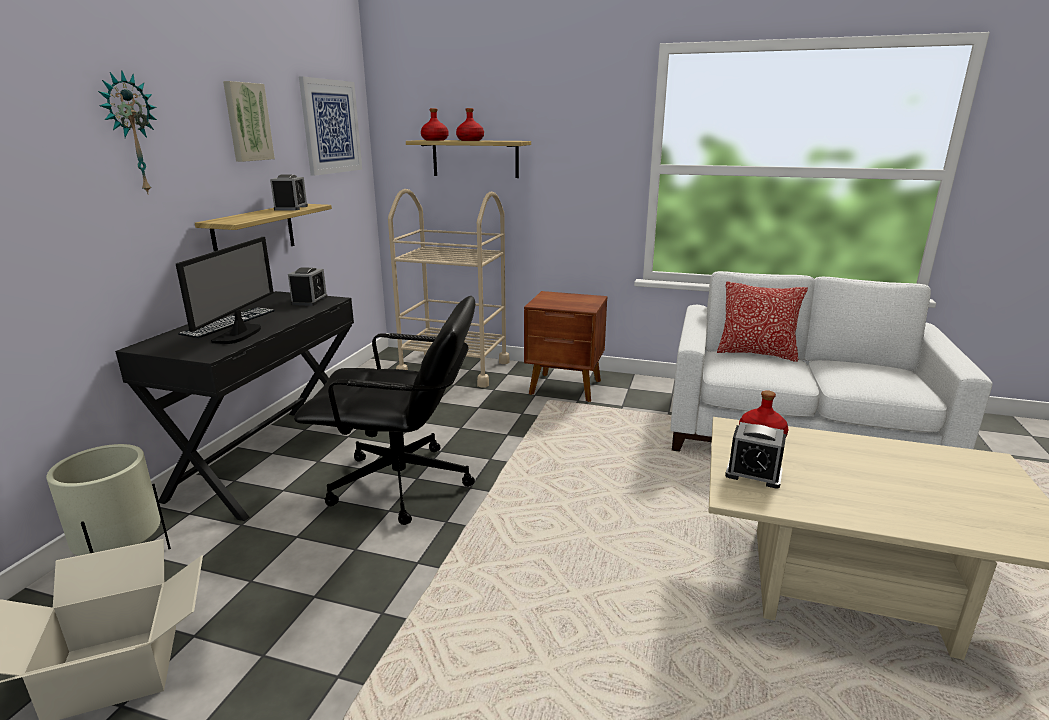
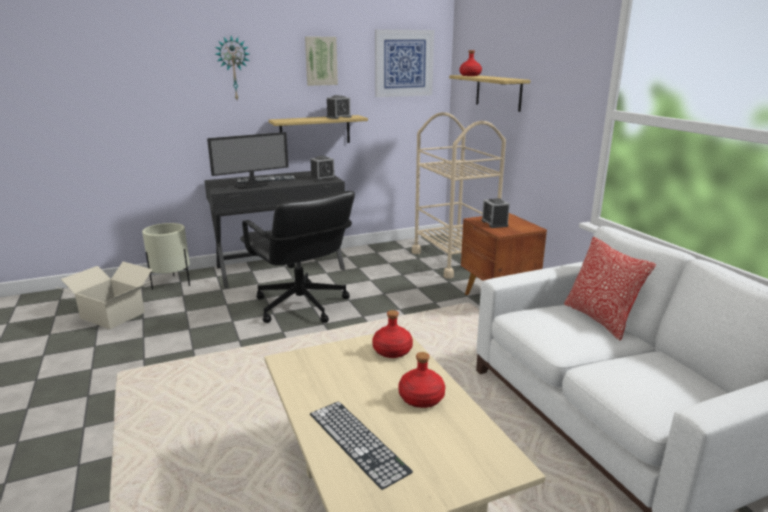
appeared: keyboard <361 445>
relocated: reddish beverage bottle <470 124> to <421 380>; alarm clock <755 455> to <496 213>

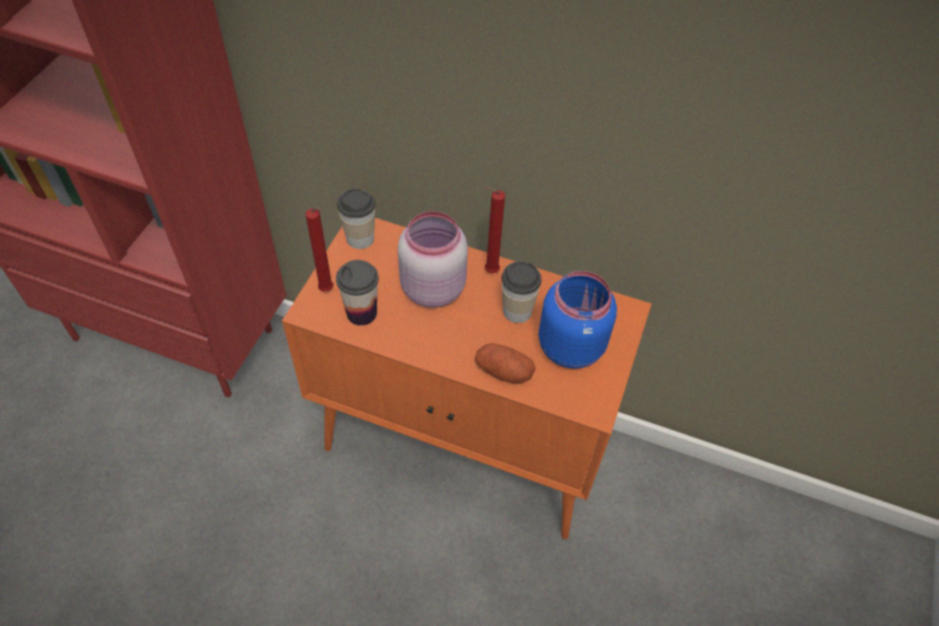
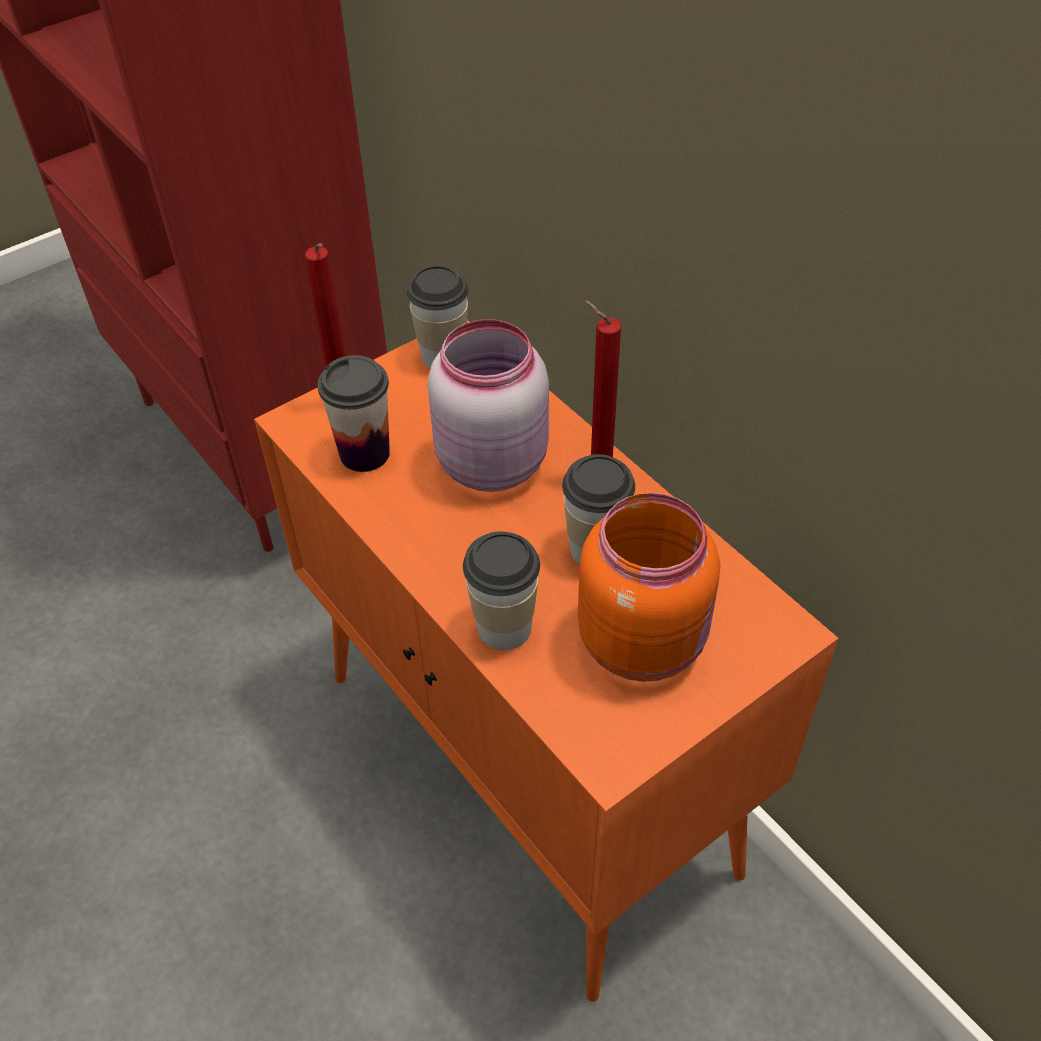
exchanged: potato <505 363> to small cup <501 591>
colour: bluish jar <577 320> to orangey jar <649 587>

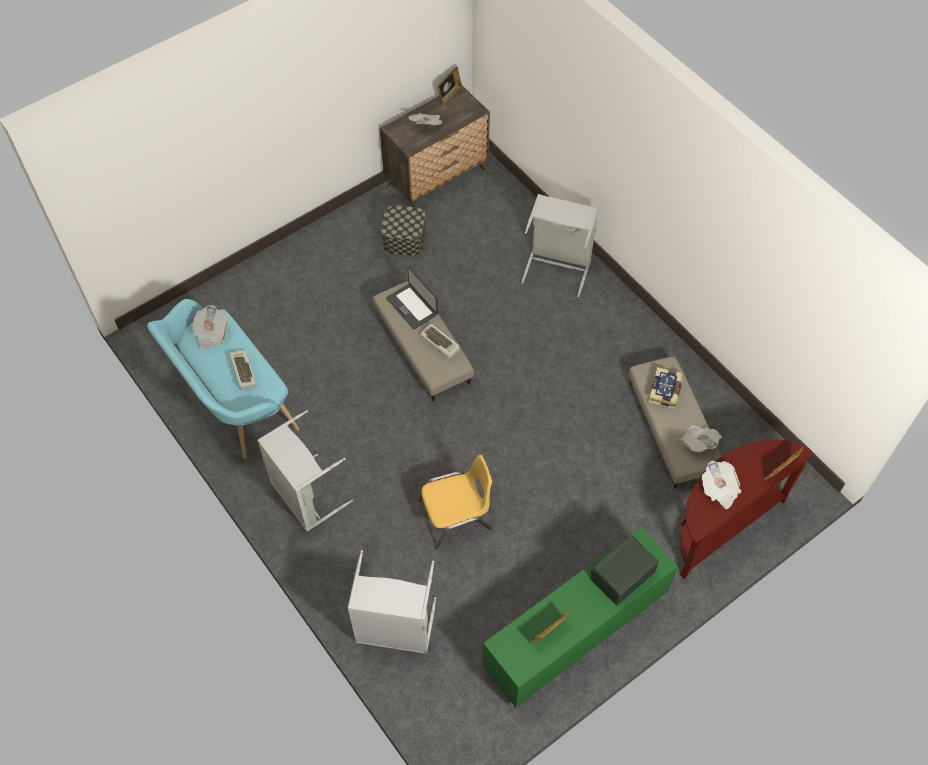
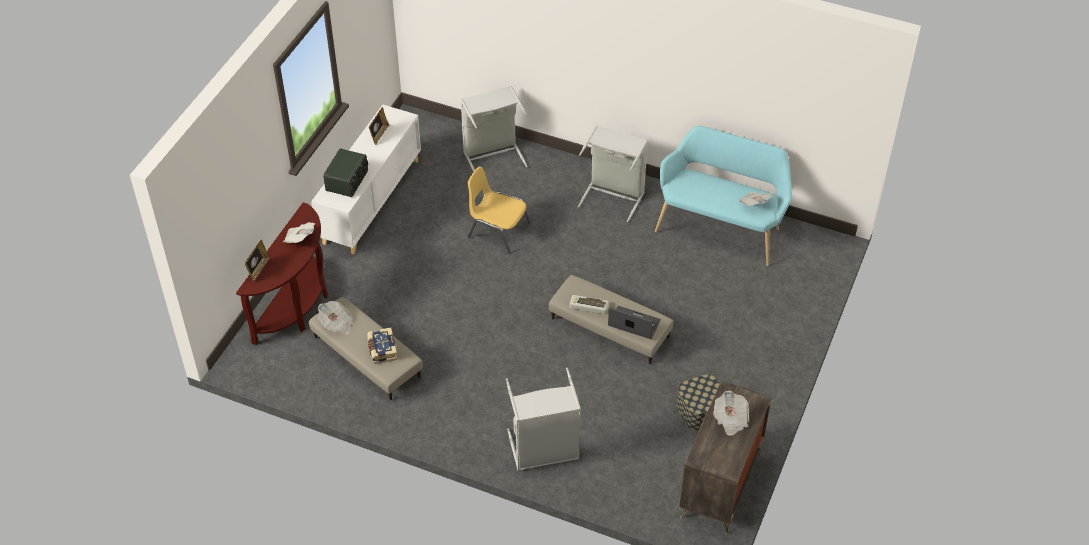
missing: keyboard <243 370>; picture frame <450 86>
colour: green-coloured cabinet <580 617> to white-coloured cabinet <366 179>
spun: yellowish chair <455 502> = <499 210> 75 degrees clockwise

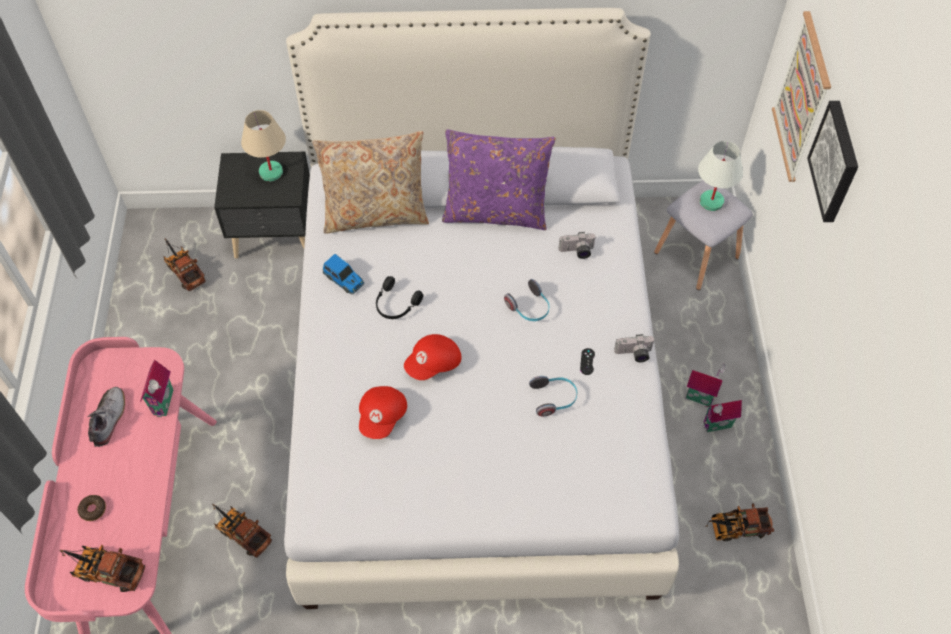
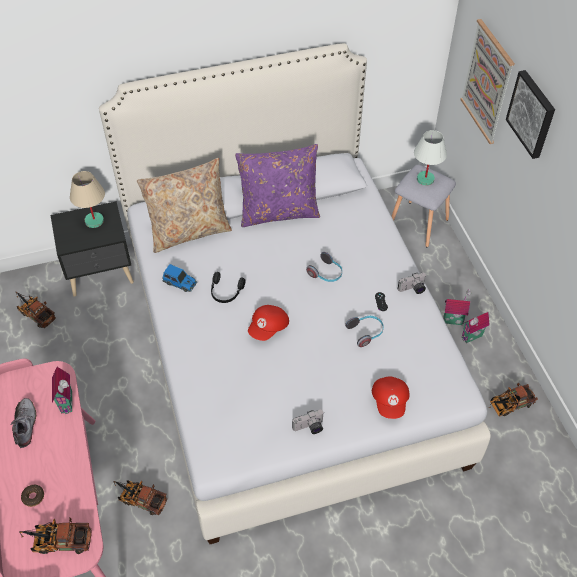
relocated: reddish baseball cap <383 412> to <391 398>; still camera <577 245> to <308 422>

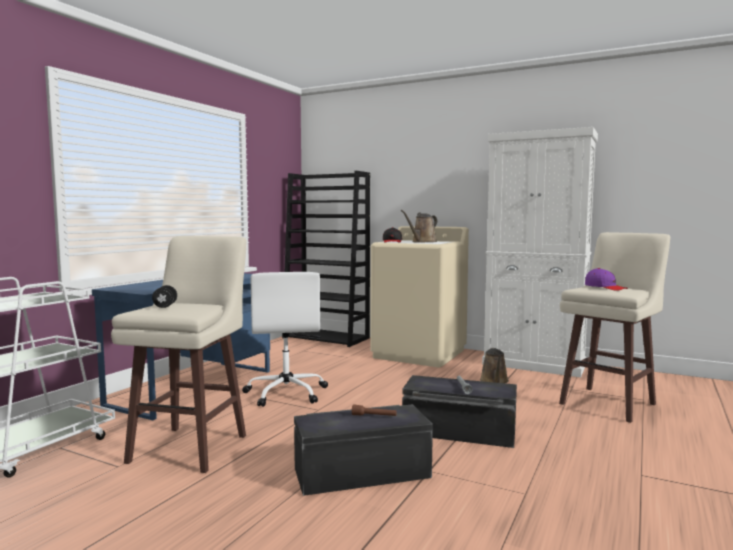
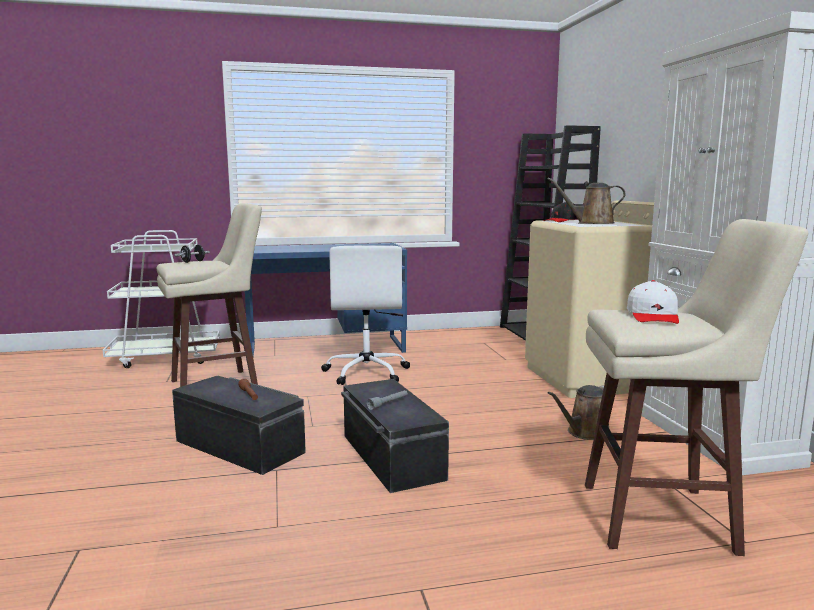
colour: purple baseball cap <606 279> to white-coloured baseball cap <653 302>
spun: white-coloured computer chair <285 339> = <365 315> 45 degrees counterclockwise

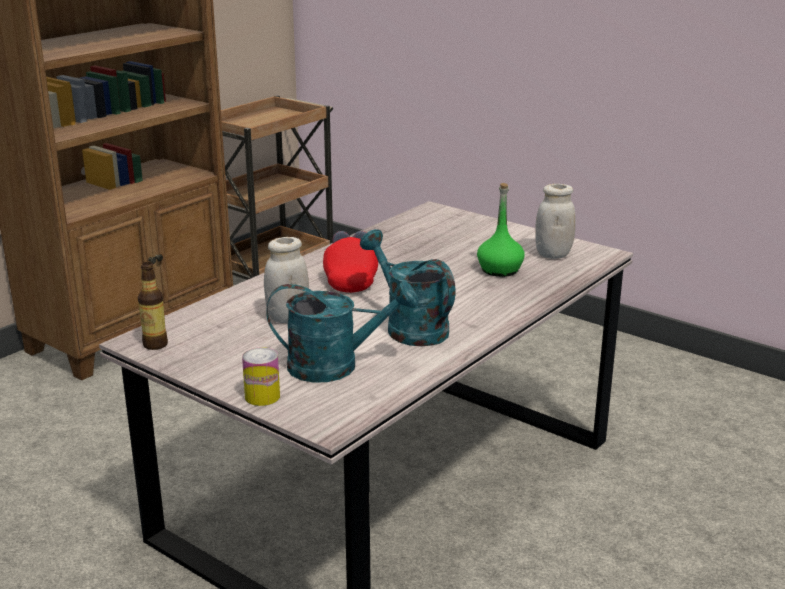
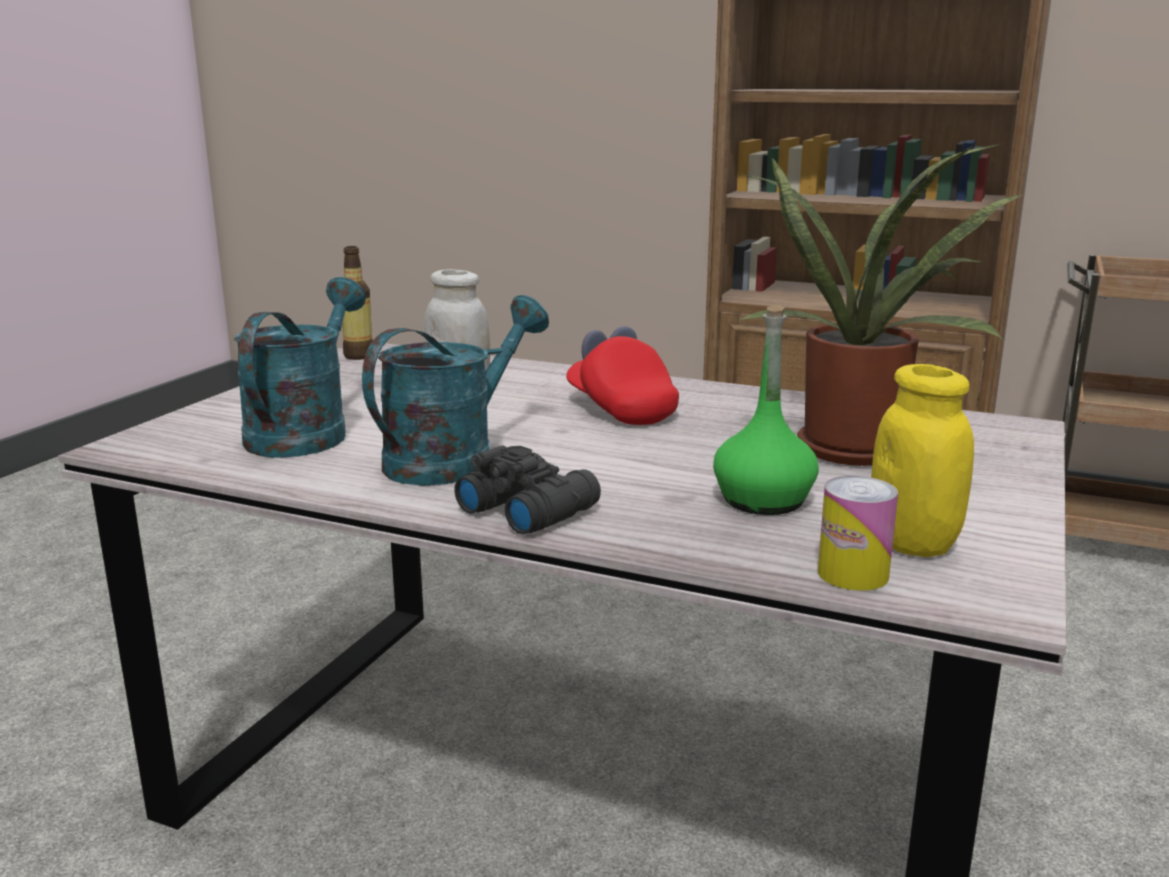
appeared: blackish pair of binoculars <527 489>; houseplant <880 304>
relocated: can <261 376> to <858 533>
colour: white-coloured jar <555 221> to yellowish jar <922 460>
spun: blue-green sprinkling can <342 332> = <300 367> 150 degrees counterclockwise; reddish baseball cap <350 262> = <622 375> 105 degrees counterclockwise

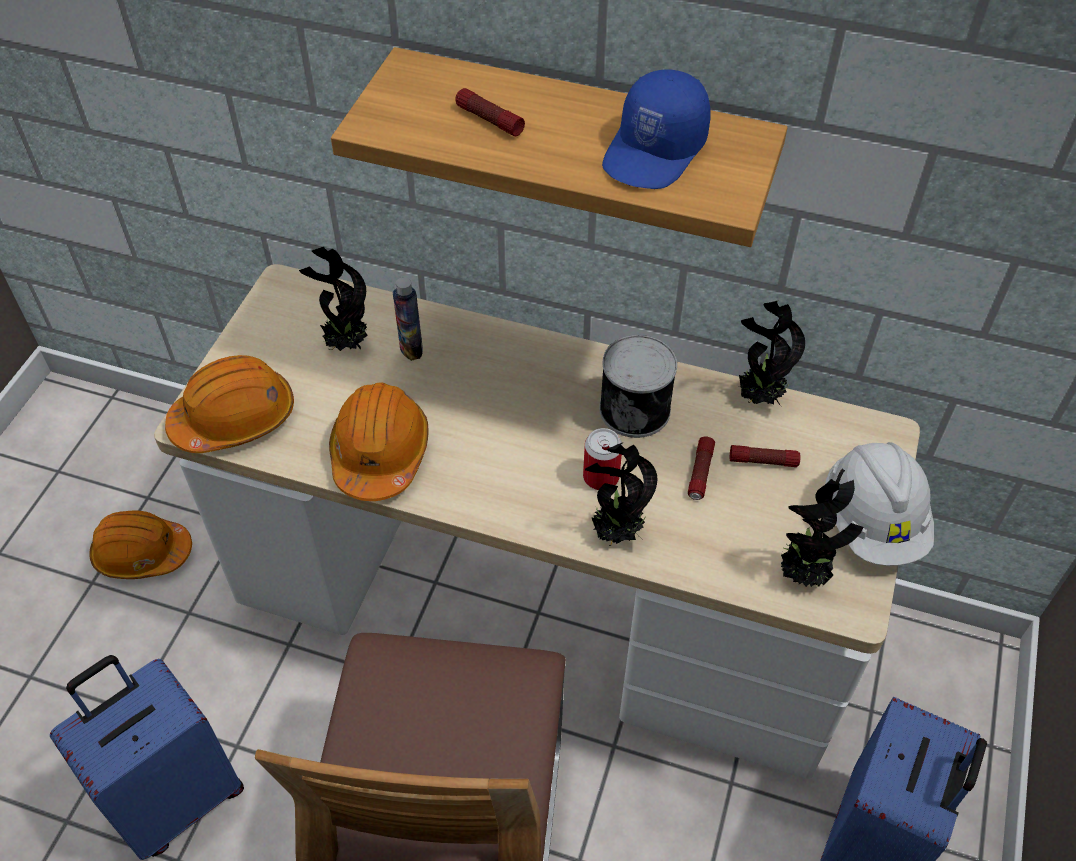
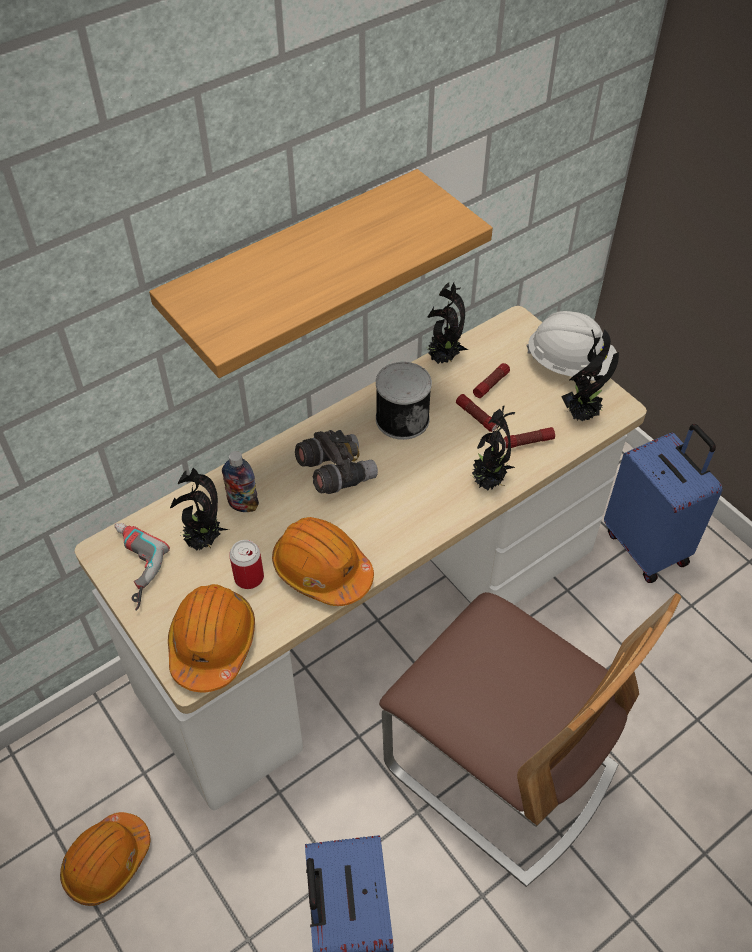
missing: bluish baseball cap <656 129>
appeared: electric drill <142 567>; grey pair of binoculars <336 462>
relocated: hand torch <490 112> to <529 438>; can <602 459> to <246 564>

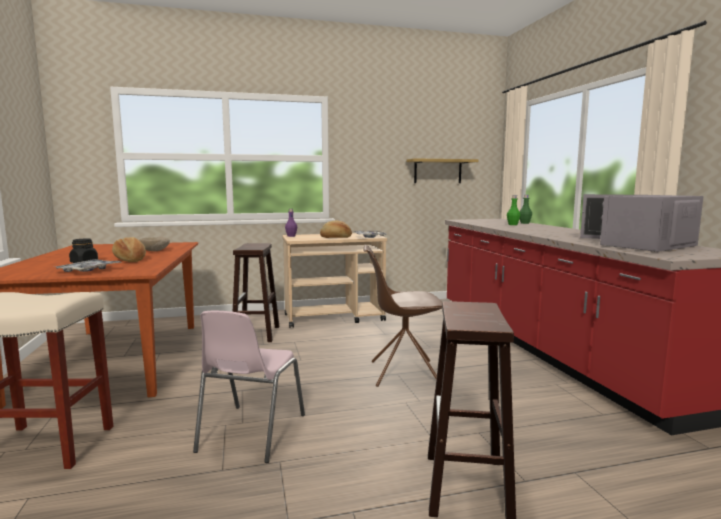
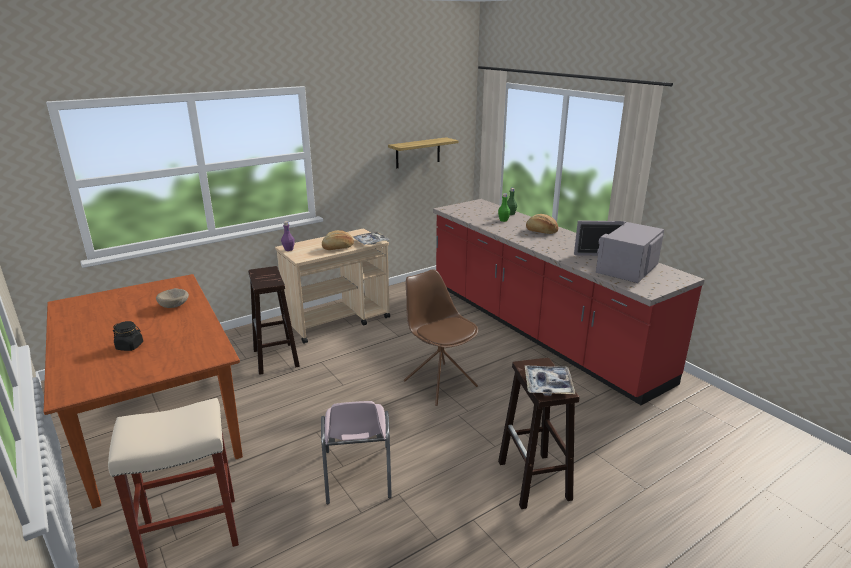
relocated: carrying tray <88 265> to <550 380>; bread <129 249> to <542 224>
spun: brown chair <403 316> = <441 337> 75 degrees clockwise

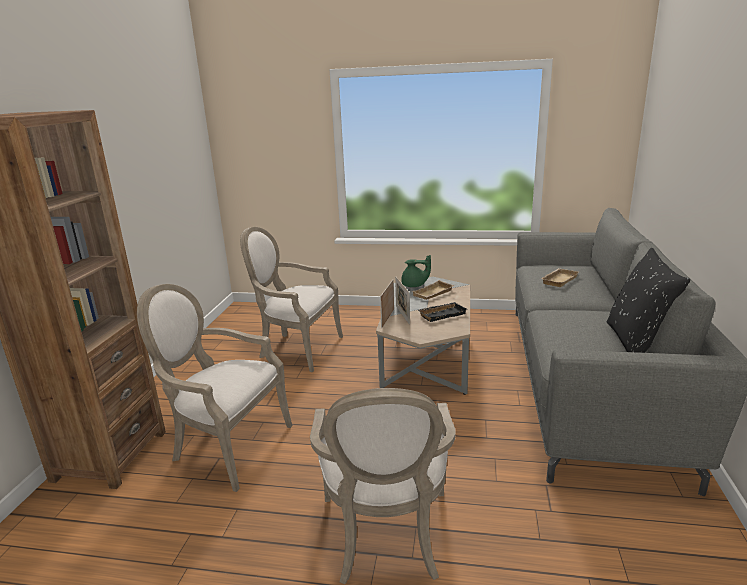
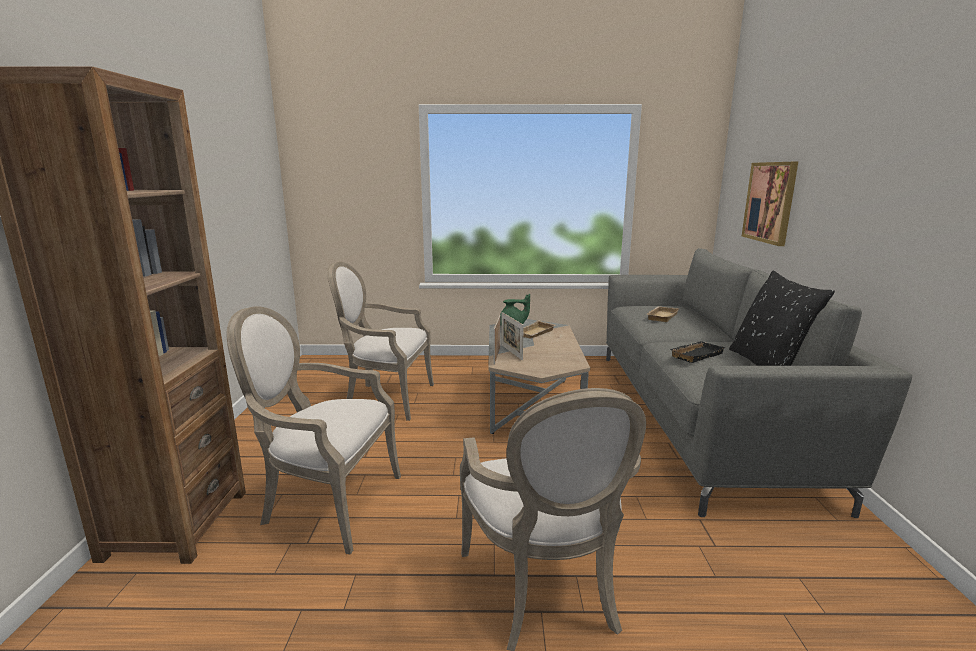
appeared: wall picture <770 204>
relocated: blackish carrying tray <442 312> to <697 352>

